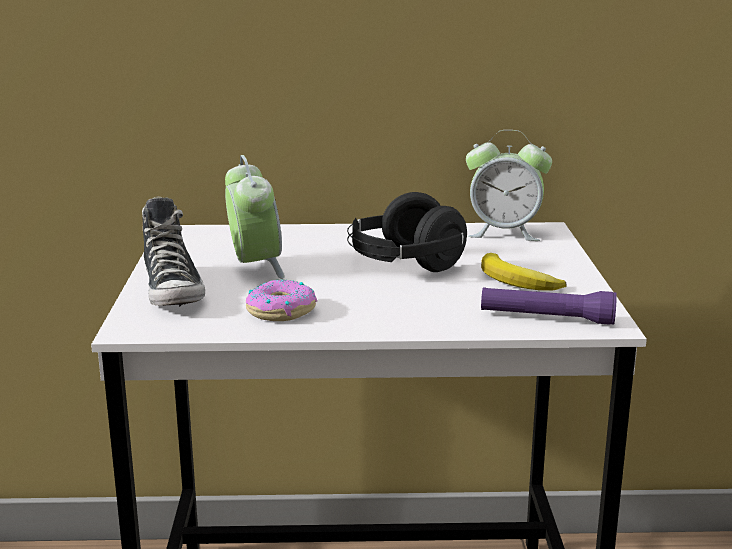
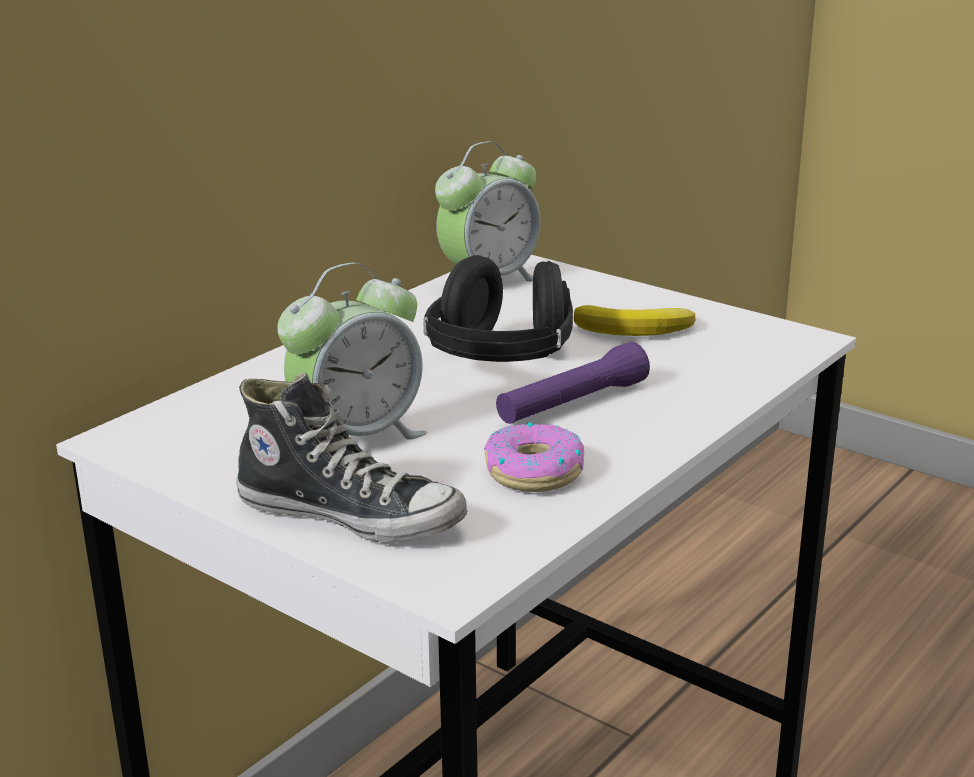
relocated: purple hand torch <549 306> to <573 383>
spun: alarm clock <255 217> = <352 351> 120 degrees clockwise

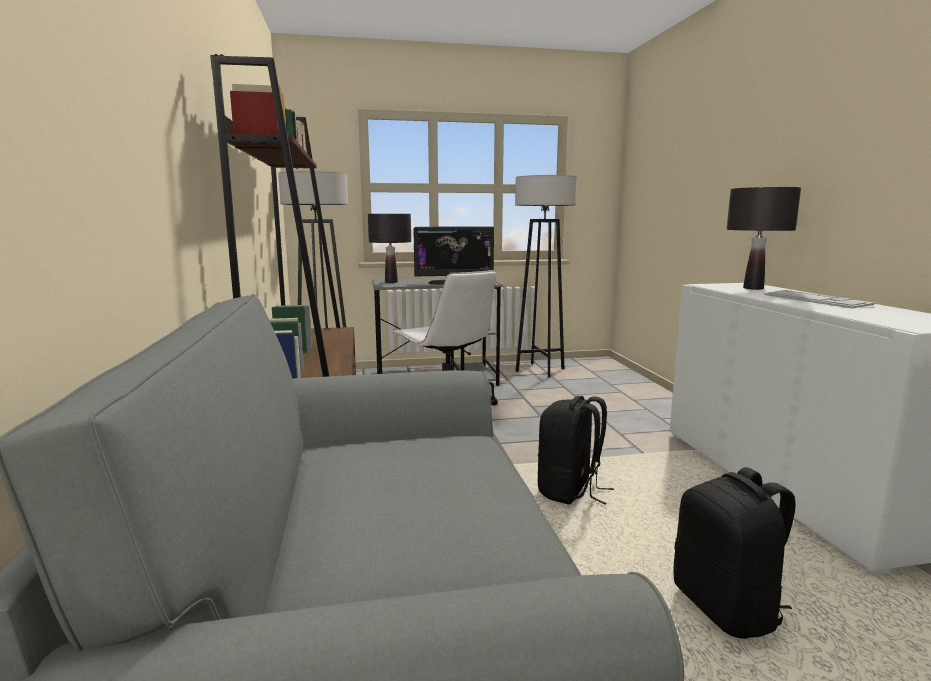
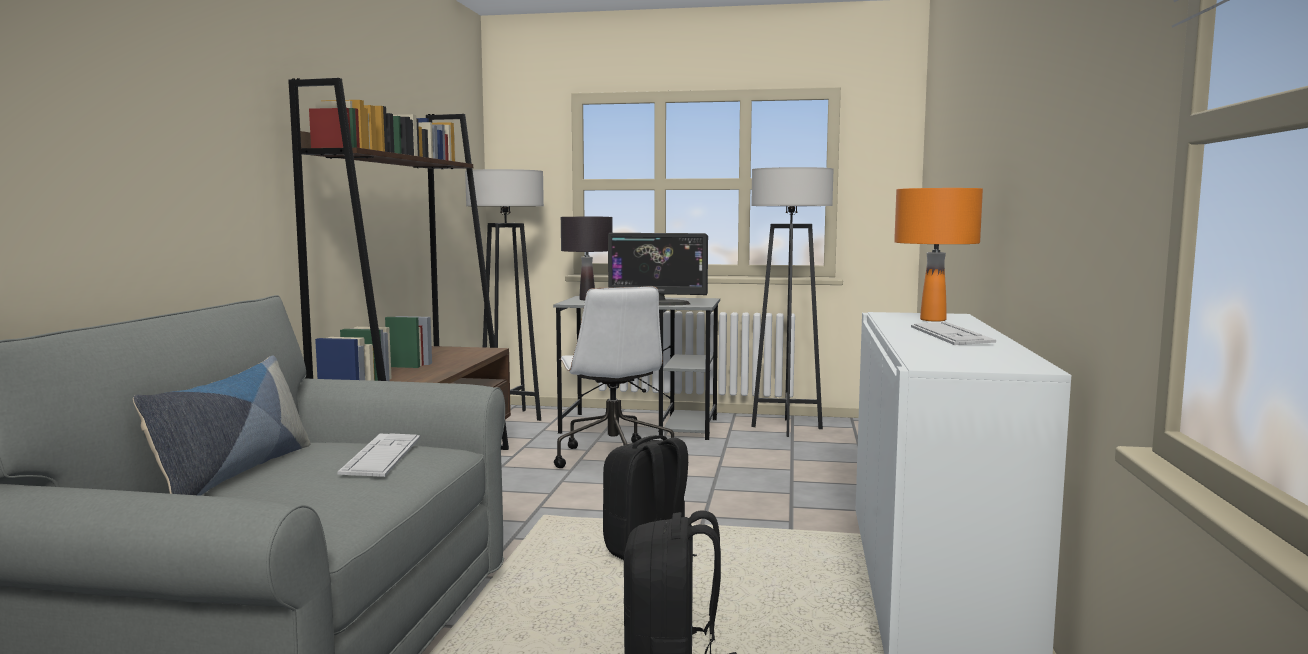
appeared: cushion <222 426>; keyboard <379 455>
colour: blackish lamp for a table <763 238> to orangey lamp for a table <938 255>

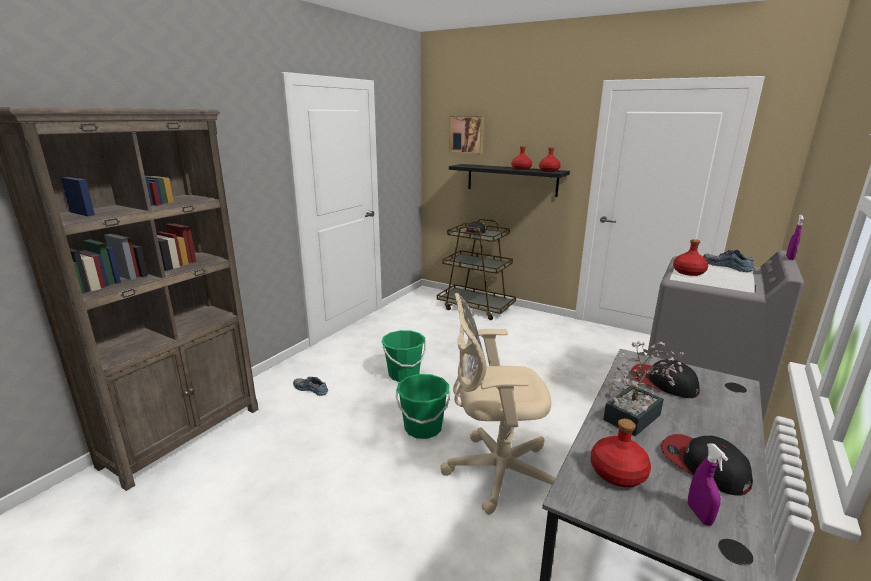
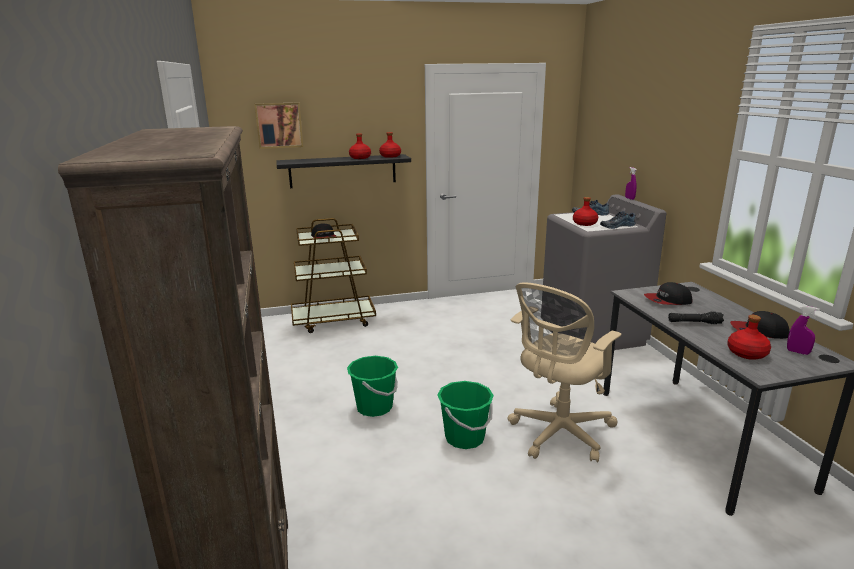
relocated: shoe <310 386> to <618 219>
exchanged: houseplant <644 388> to blackish hand torch <696 318>

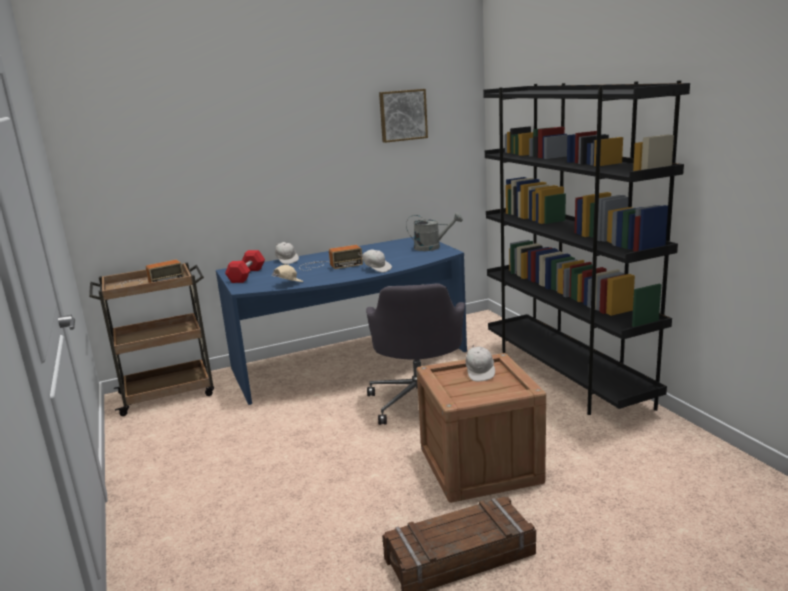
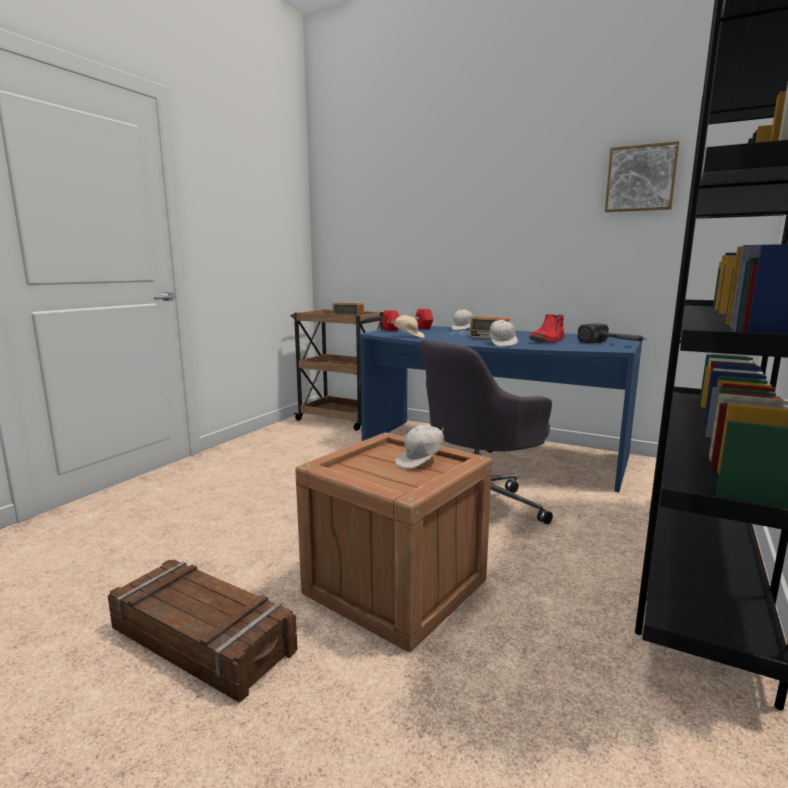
appeared: reddish high-top boot <547 328>
exchanged: grey sprinkling can <434 231> to hand hammer <611 333>

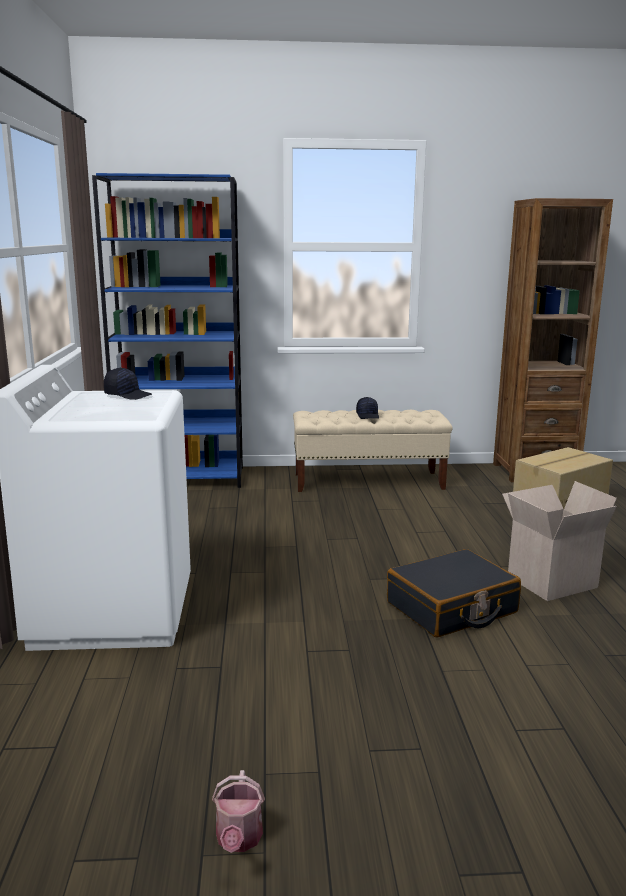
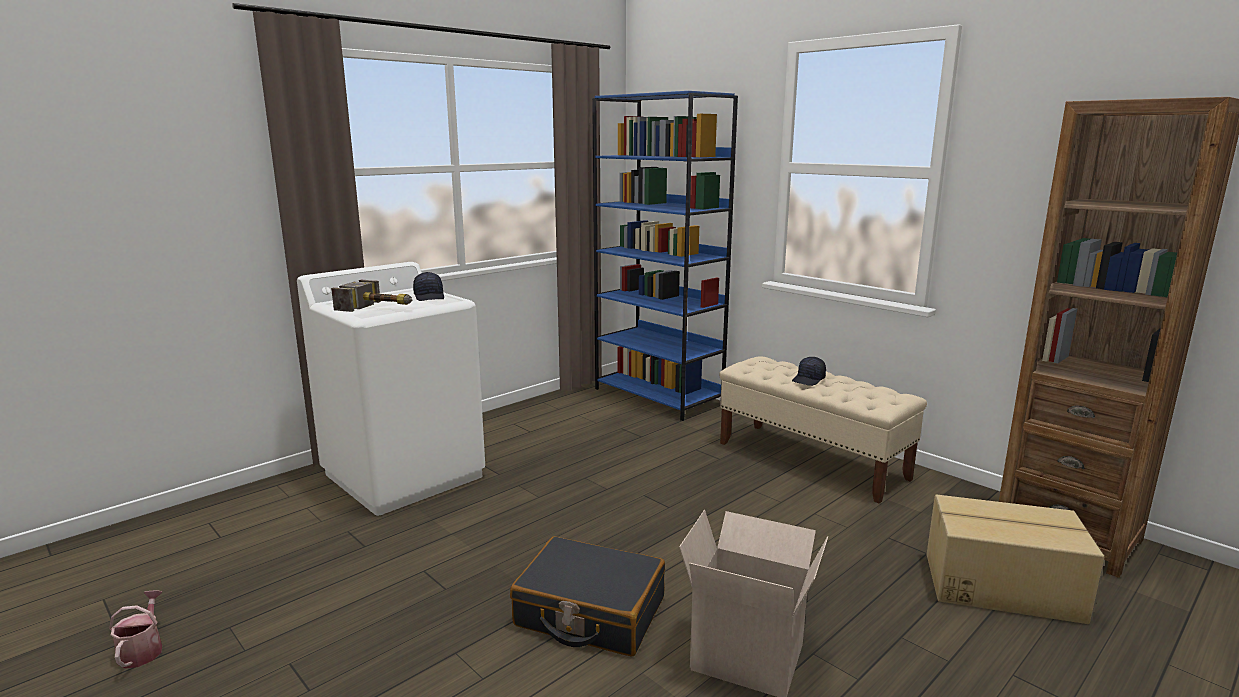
appeared: hand hammer <371 296>
spun: sprinkling can <238 811> = <135 629> 120 degrees clockwise

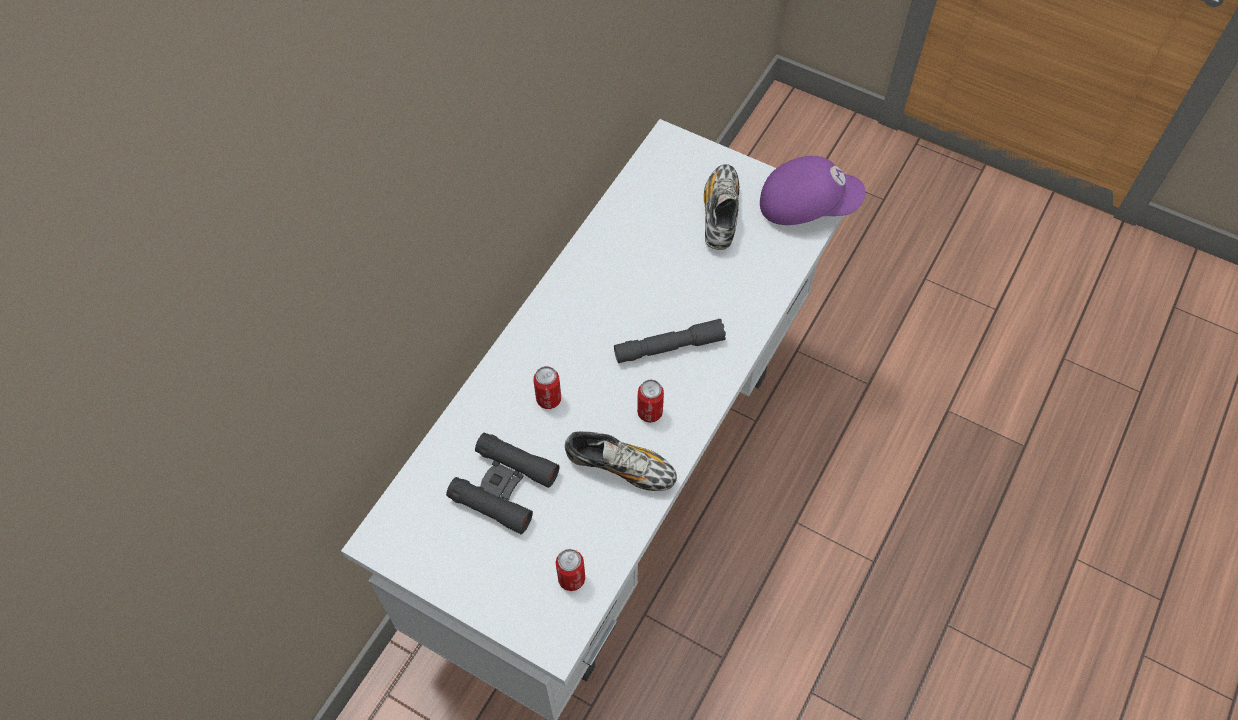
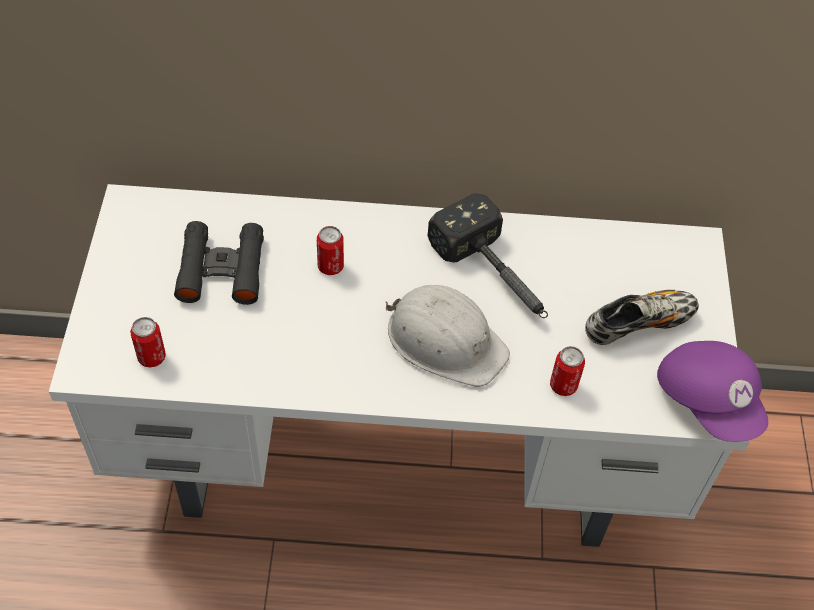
missing: shoe <621 461>
appeared: hand hammer <488 255>
relocated: can <650 401> to <567 371>
exchanged: grey hand torch <670 341> to white-coloured safety helmet <448 336>

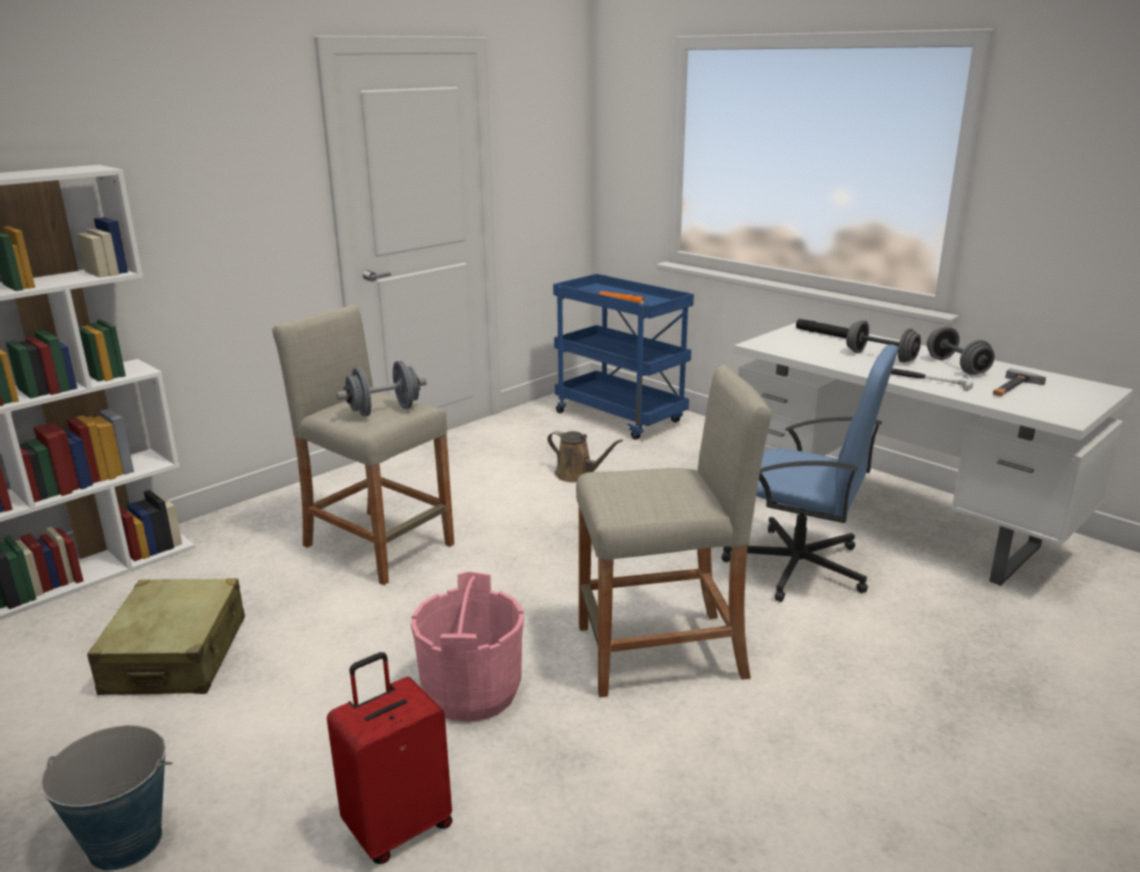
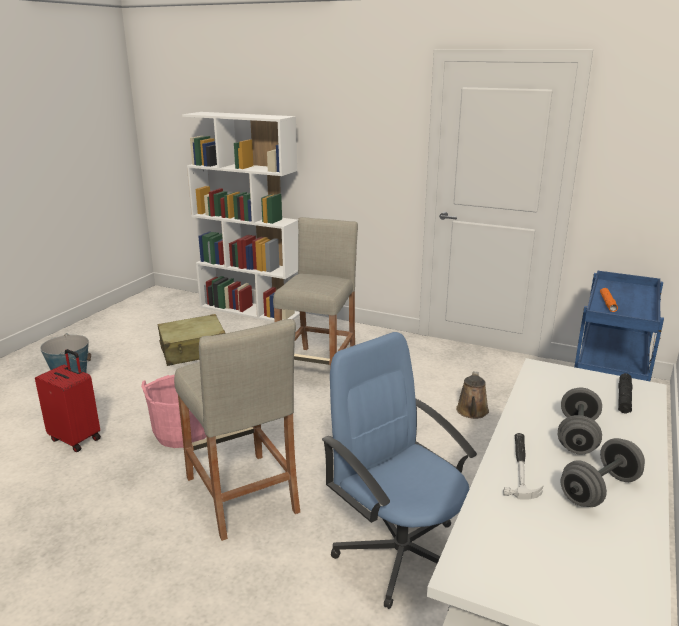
missing: grey free weight <381 389>; hand hammer <1019 382>
spun: bluish computer chair <810 473> = <399 470> 135 degrees clockwise

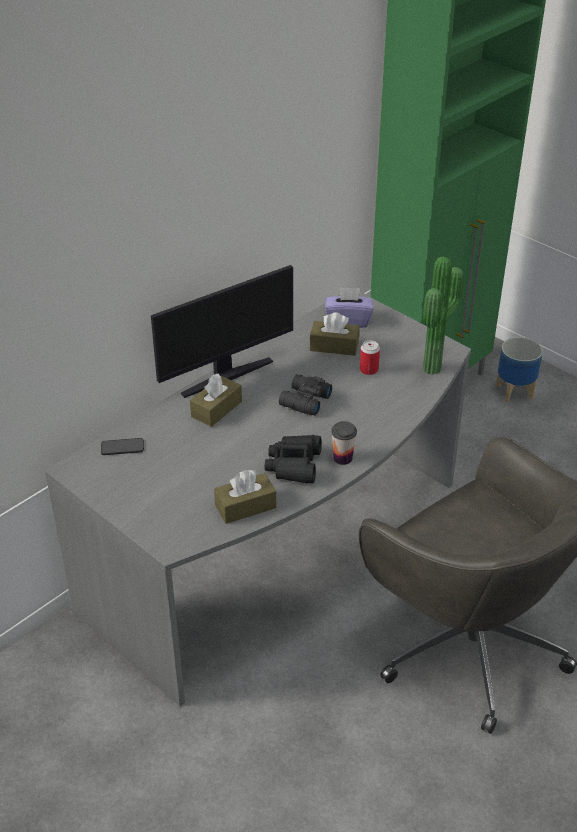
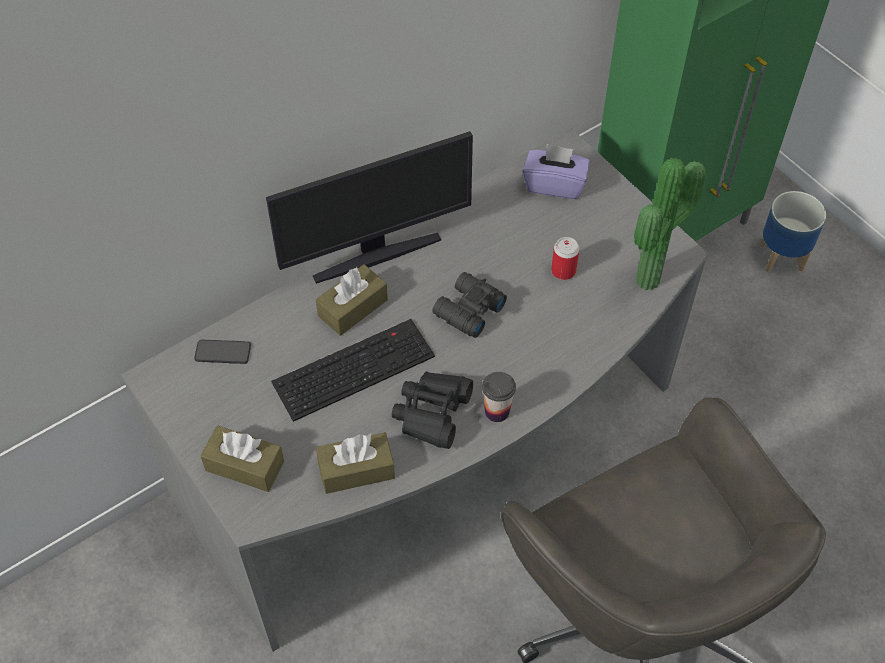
appeared: keyboard <353 370>
relocated: brown box of tissues <335 334> to <242 459>

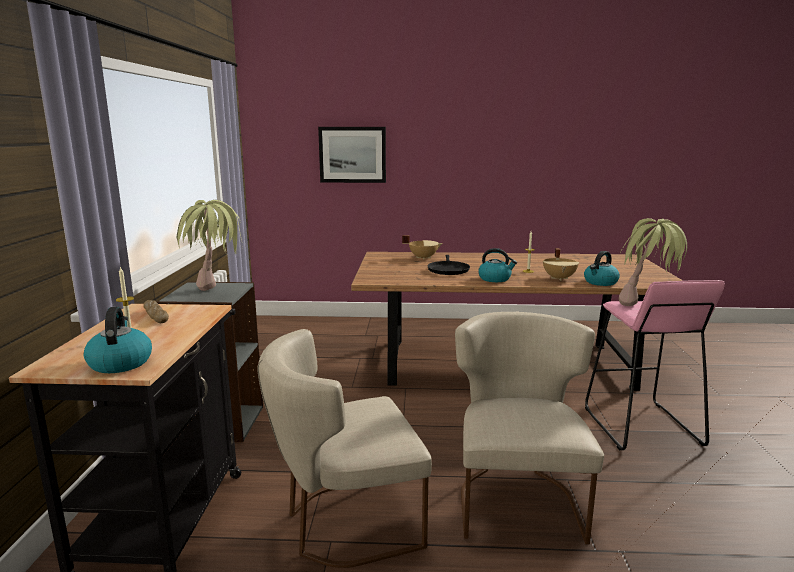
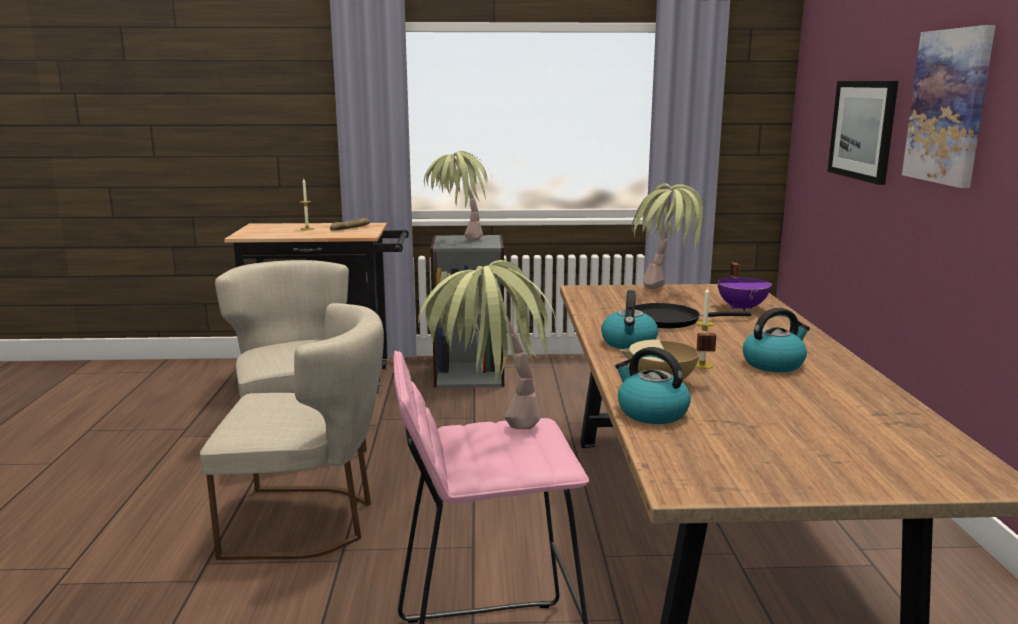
appeared: houseplant <668 236>; wall picture <948 106>
relocated: water kettle <118 340> to <776 340>
colour: beige-coloured saucepot <422 247> to purple saucepot <745 287>

